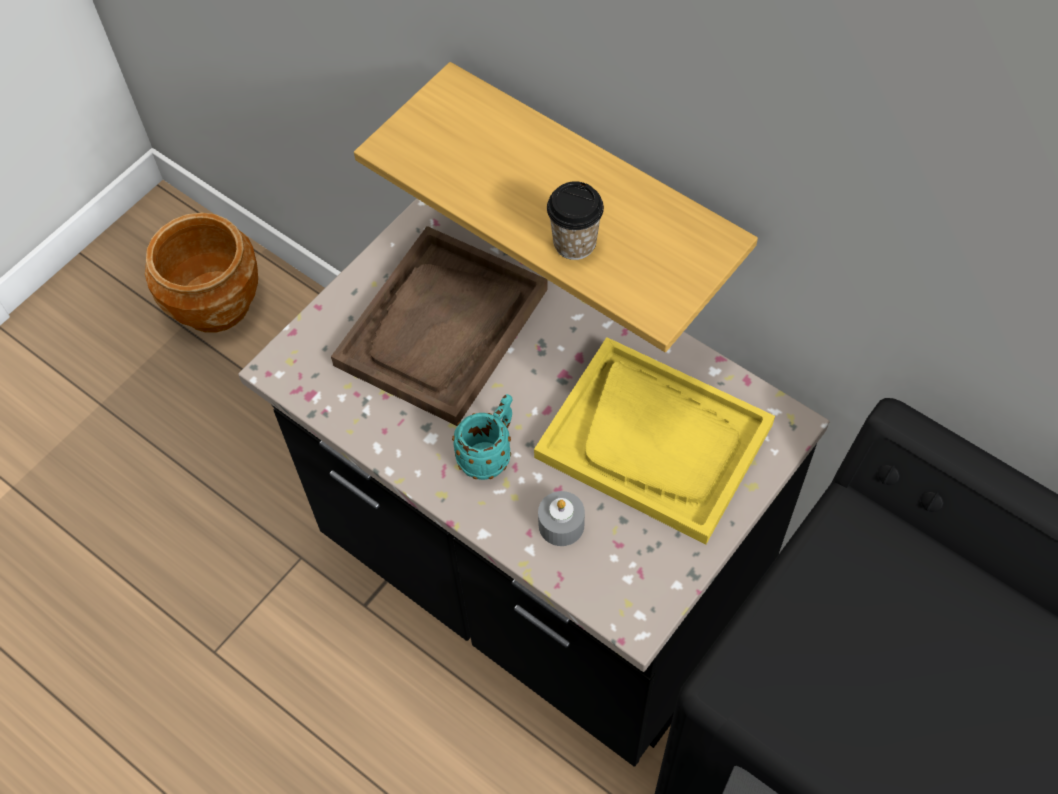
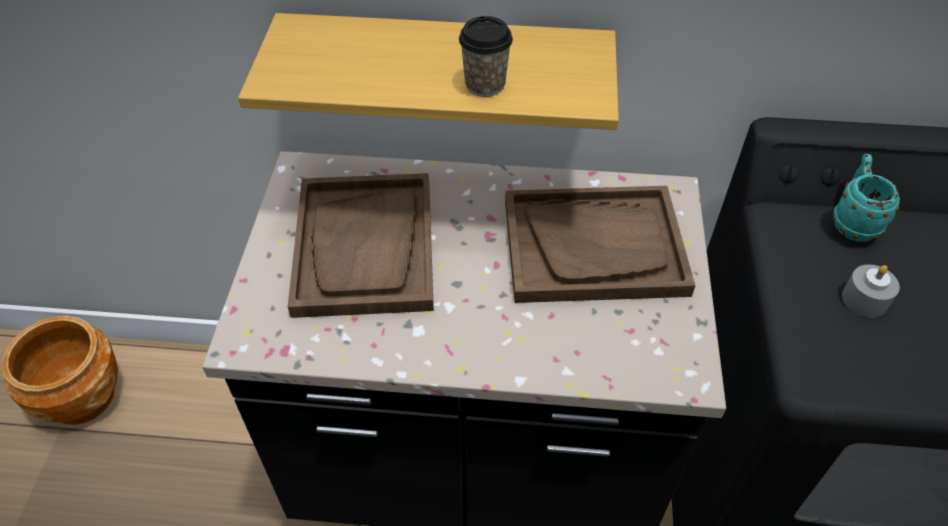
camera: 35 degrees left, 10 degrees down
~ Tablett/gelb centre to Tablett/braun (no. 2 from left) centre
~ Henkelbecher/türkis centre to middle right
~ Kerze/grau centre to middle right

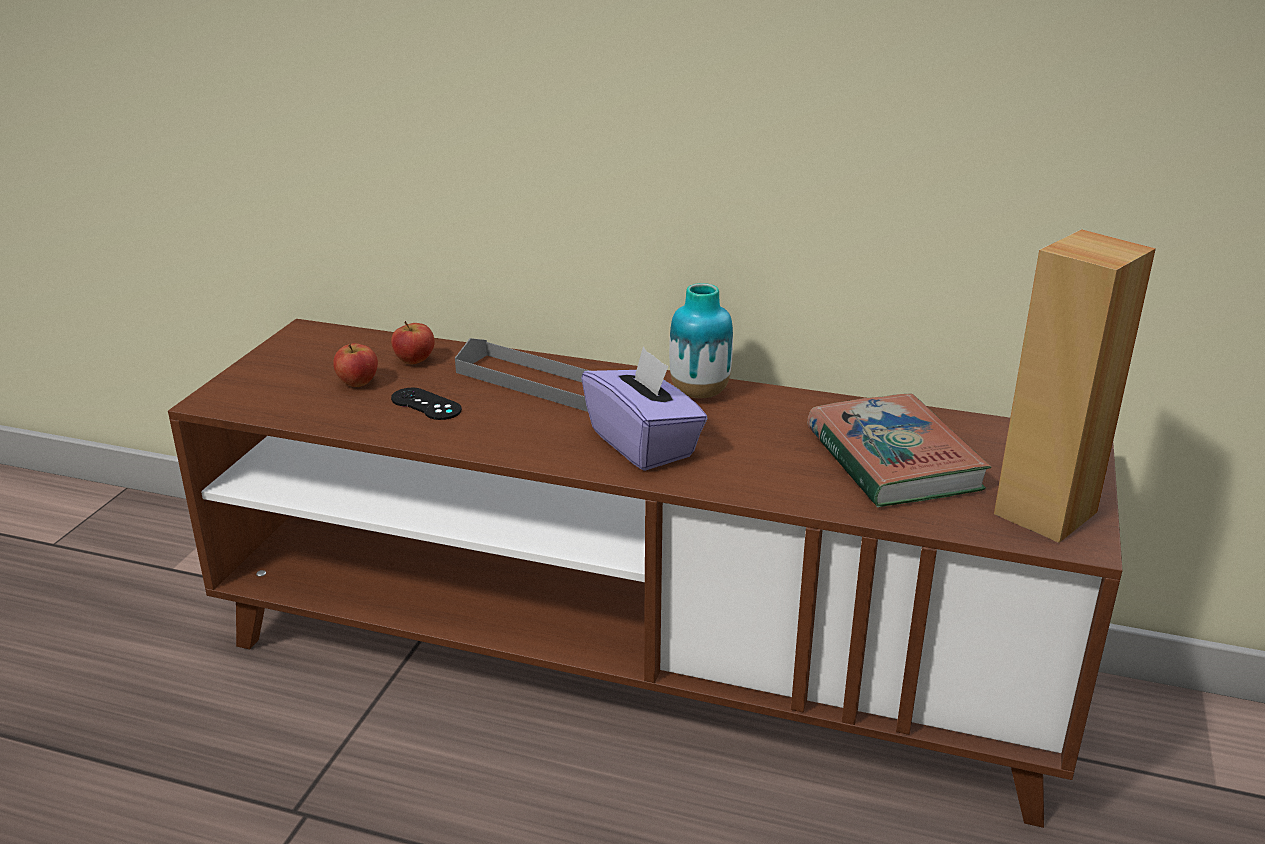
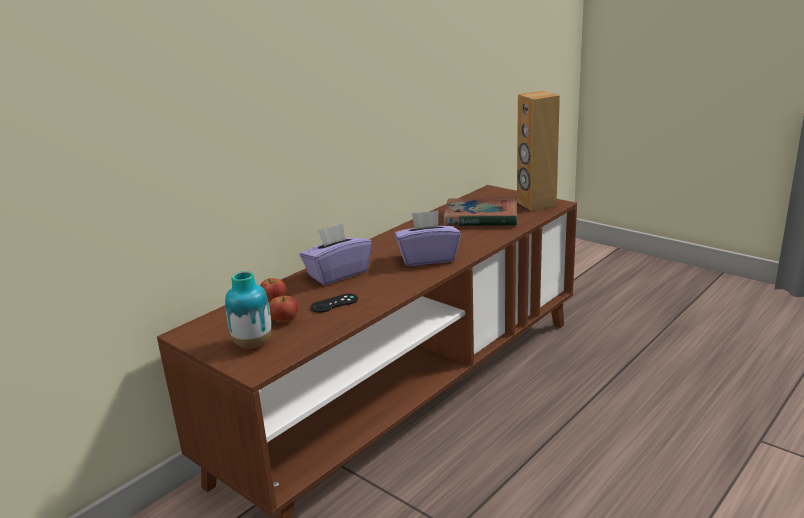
camera: 65 degrees left, 5 degrees down
~ Vase centre to middle left
~ Tablett/grau centre to Taschentuchbox/lila (no. 1 from left) centre

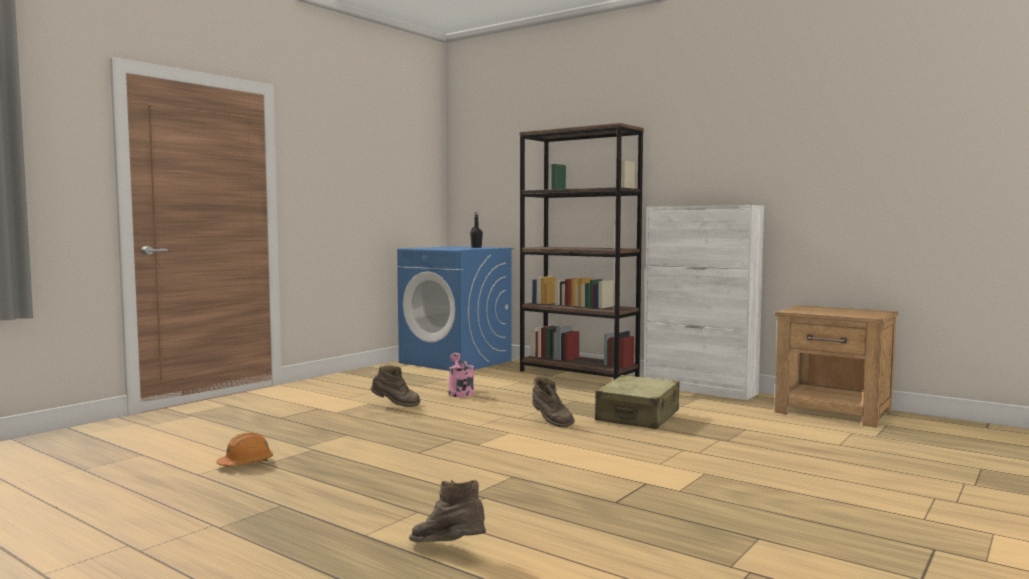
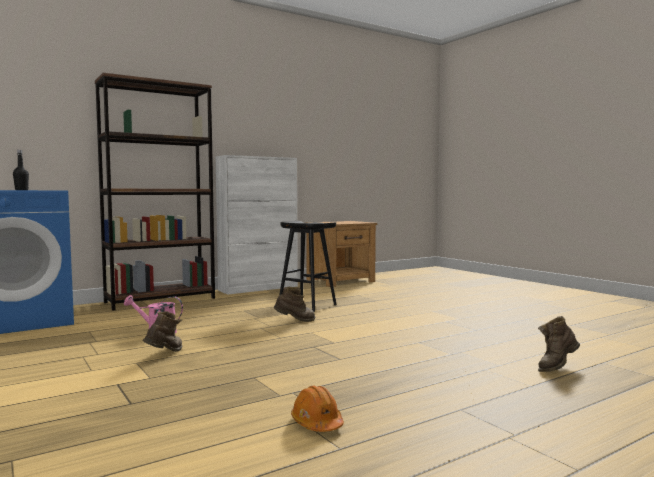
camera: 70 degrees left, 0 degrees up
~ Koffer/beige bottom centre to Hocker/schwarz centre

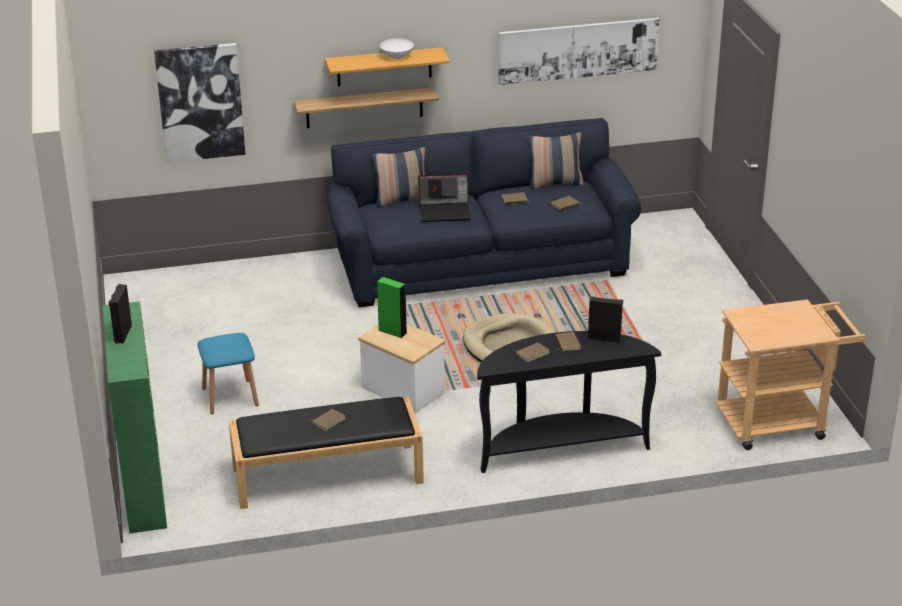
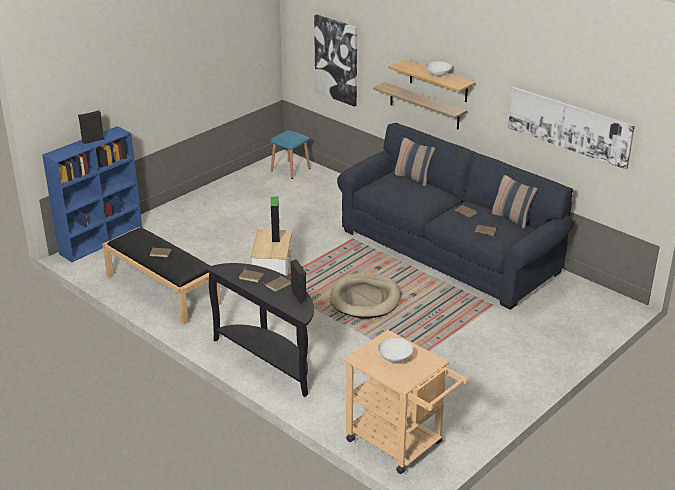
camera: 55 degrees right, 0 degrees up
~ Bücherregal/grün bottom left to Bücherregal/blau middle left
~ Hocker/blau middle left to top centre
+ Schüssel/weiß (no. 1 from left) bottom centre
- Laptop top centre

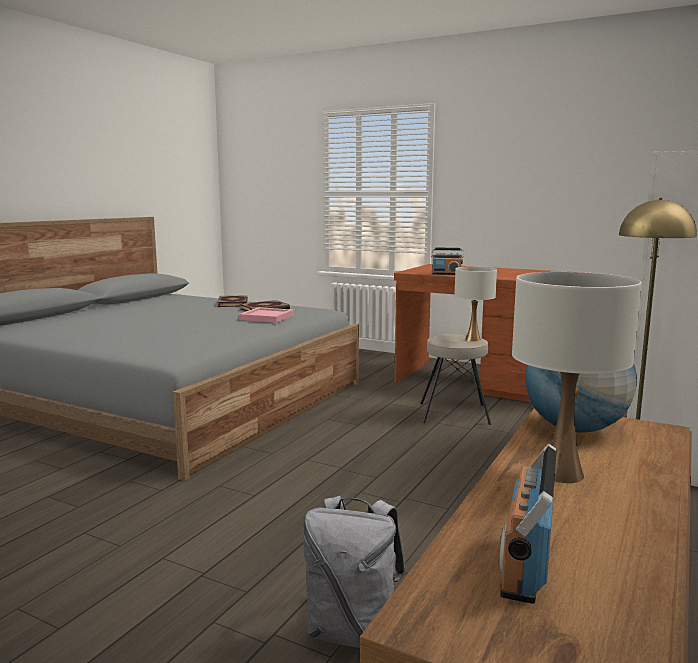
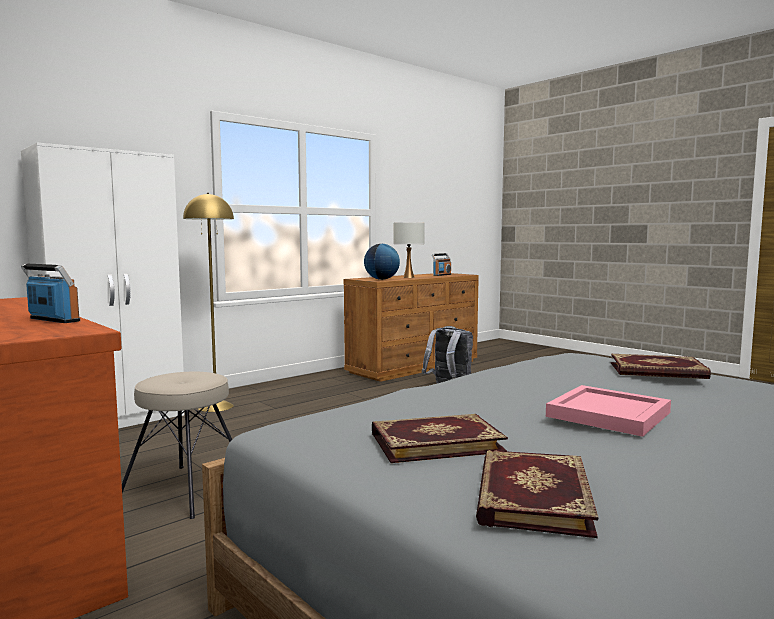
camera: 160 degrees left, 5 degrees down
~ Tablett/rosa centre to middle right
+ Buch (no. 3 from left) middle right
- Tischlampe/weiß (no. 1 from left) middle right

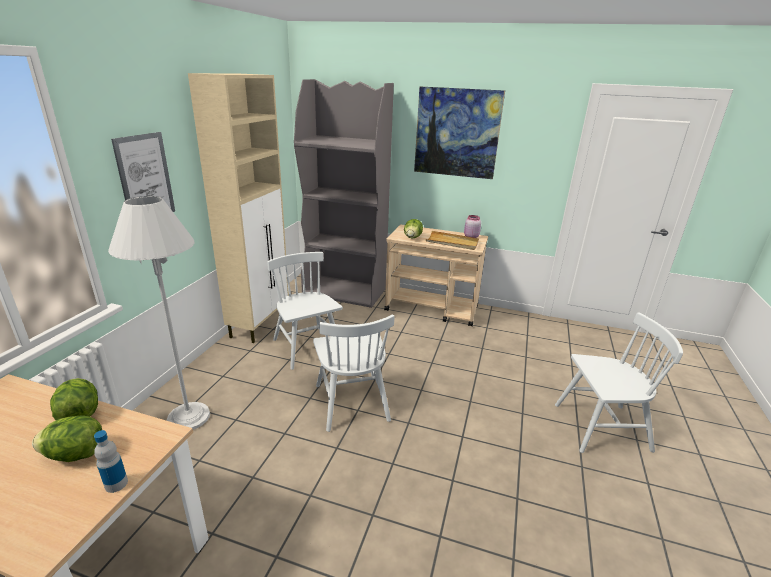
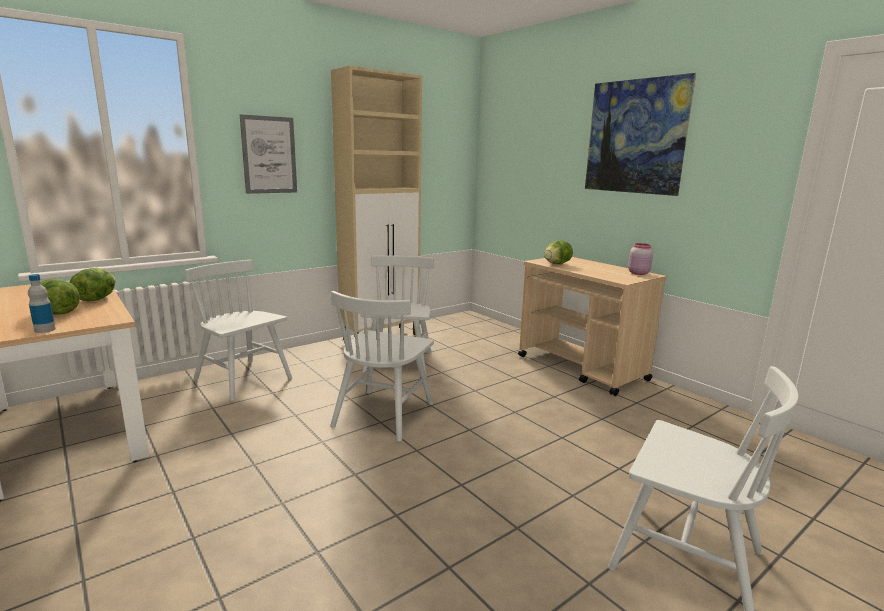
camera: 35 degrees right, 10 degrees down
~ Stehlampe/weiß middle left to Stuhl/weiß (no. 1 from left) middle left
- Bücherregal/grau centre
- Tablett/beige centre

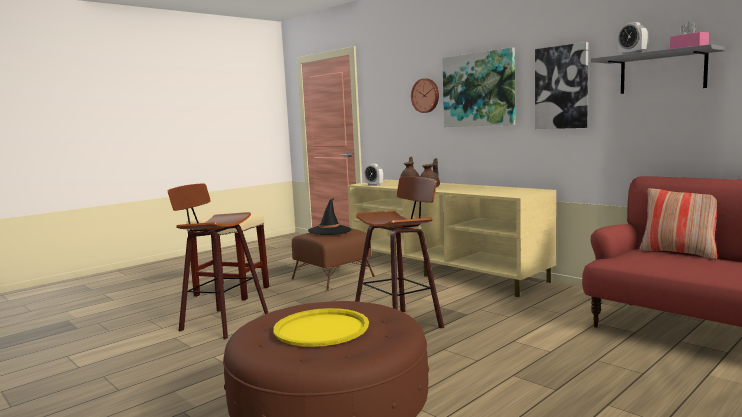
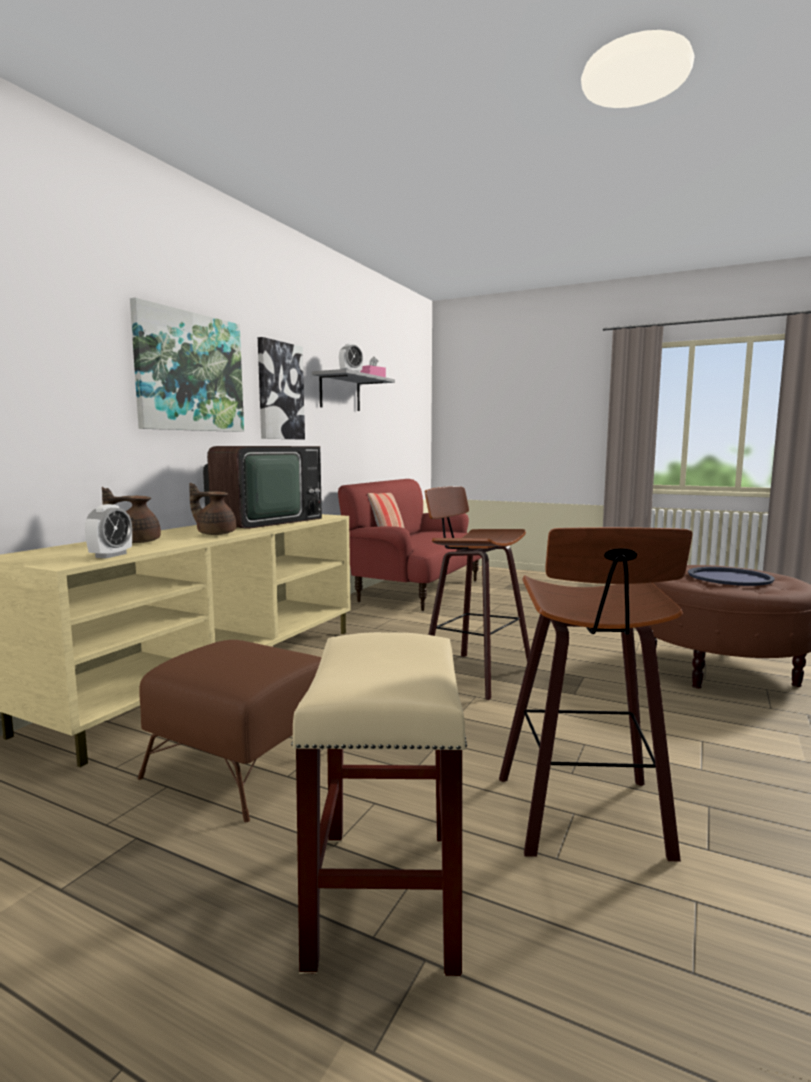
camera: 110 degrees left, 0 degrees up
+ Fernseher middle left
~ Tablett/gelb bottom centre to Tablett/blau middle right
- Hut/schwarz centre
- Wanduhr top centre

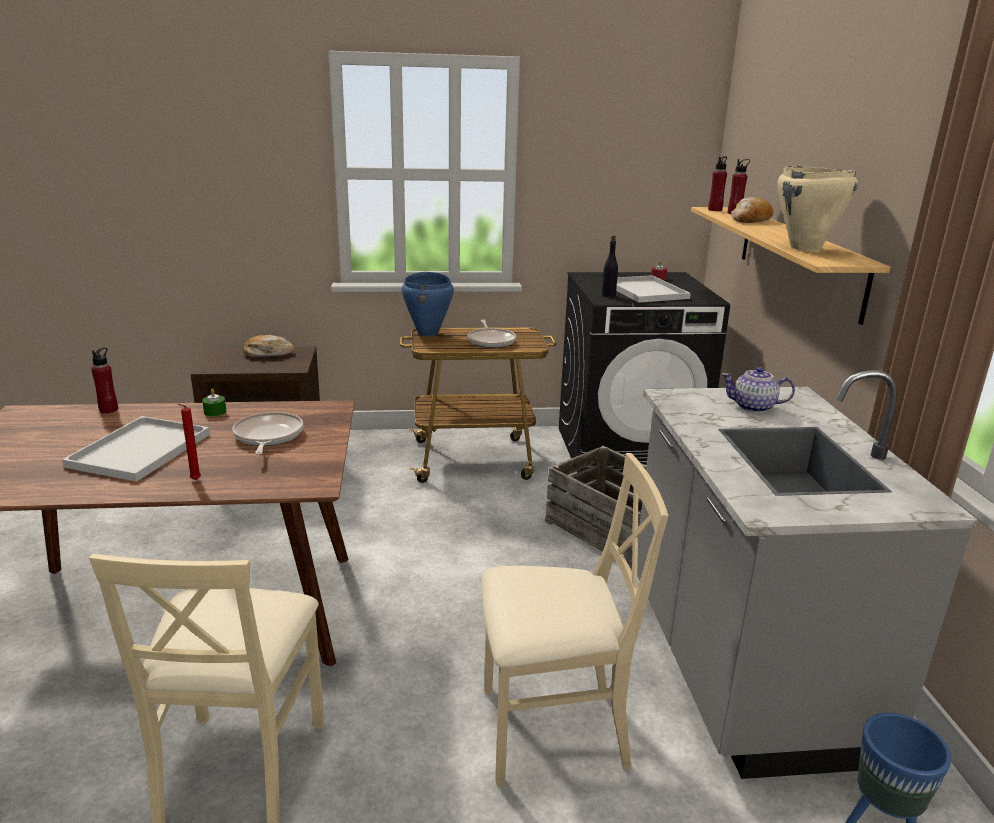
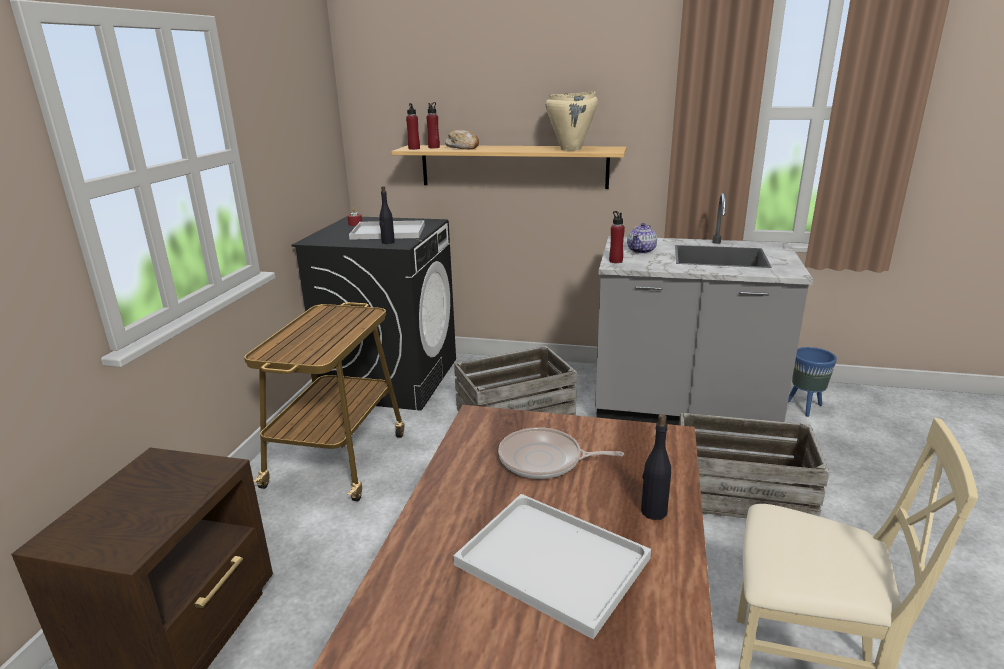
camera: 70 degrees left, 0 degrees up
~ Flasche/rot (no. 1 from left in the first image) middle left to Flasche/rot (no. 3 from left) centre
~ Kerze/rot (no. 1 from left) middle left to Flasche/schwarz (no. 2 from left) bottom centre
~ Stuhl/beige (no. 2 from left) bottom centre to Kiste (no. 2 from left) bottom right
- Kerze/grün middle left
- Brot (no. 1 from left) middle left
- Kochtopf/blau centre
- Pfanne (no. 2 from left) centre

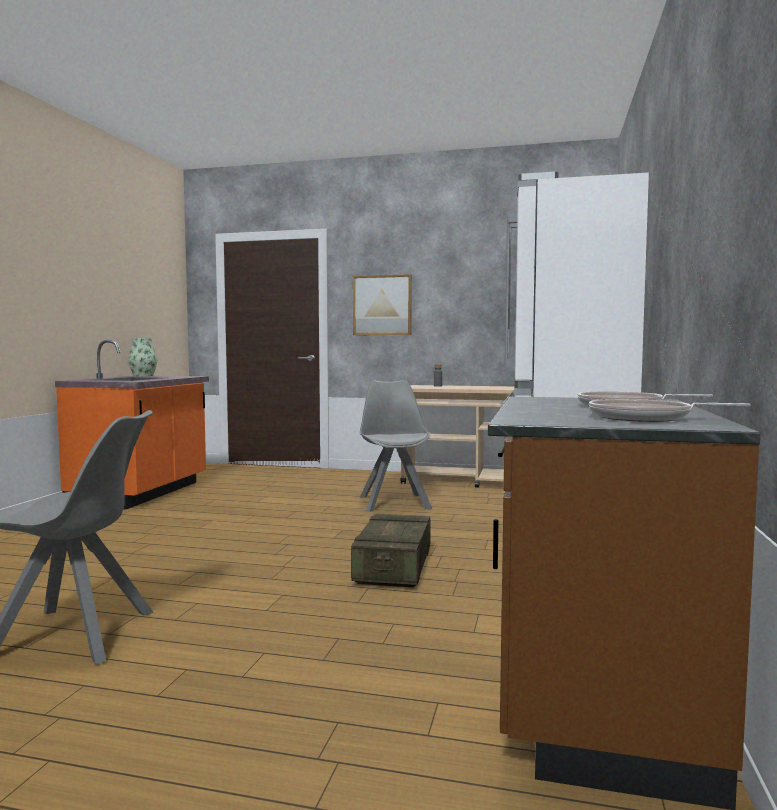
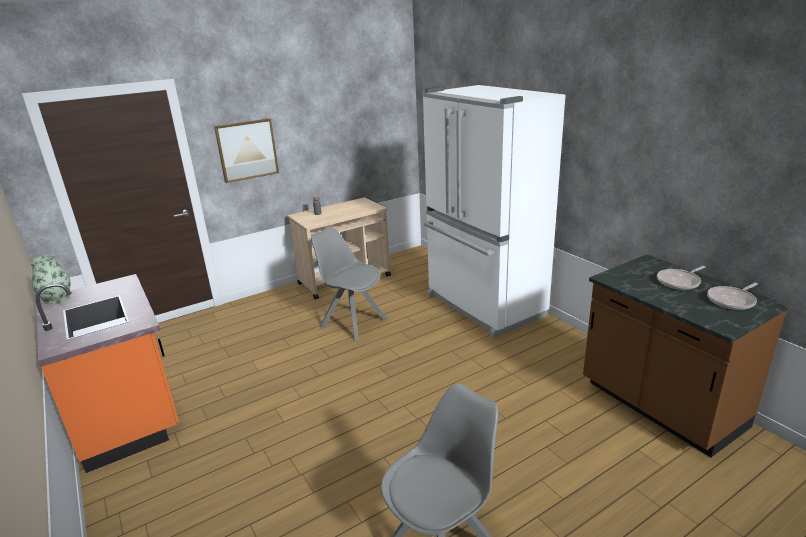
camera: 45 degrees left, 20 degrees up
- Kiste bottom centre

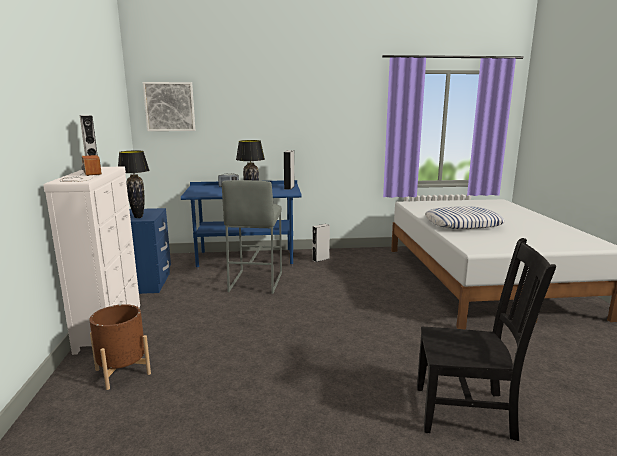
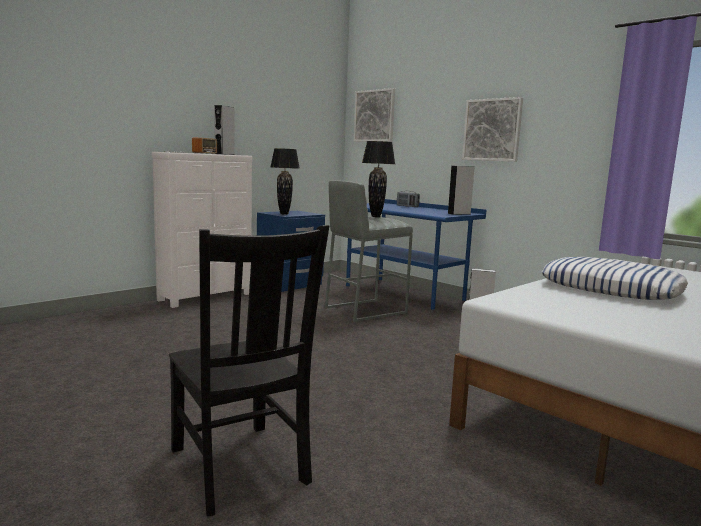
camera: 50 degrees right, 5 degrees down
+ Bild (no. 2 from left) top right
- Pflanzkübel/braun bottom left

